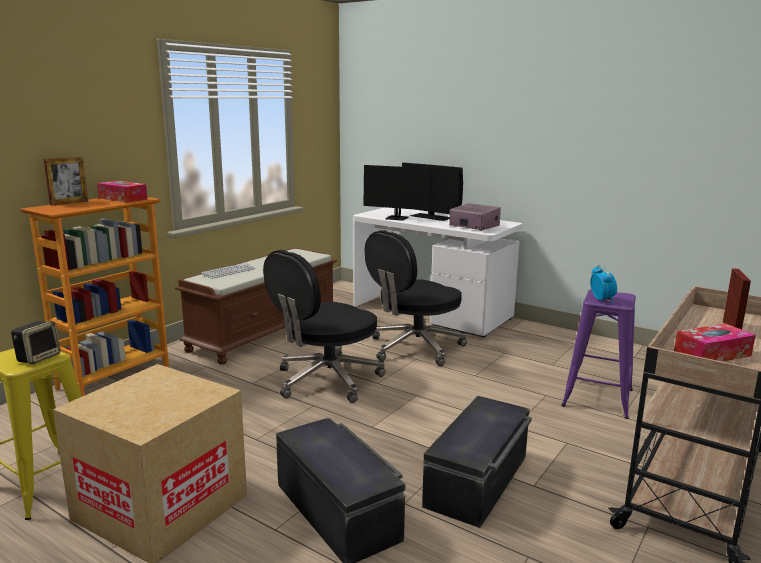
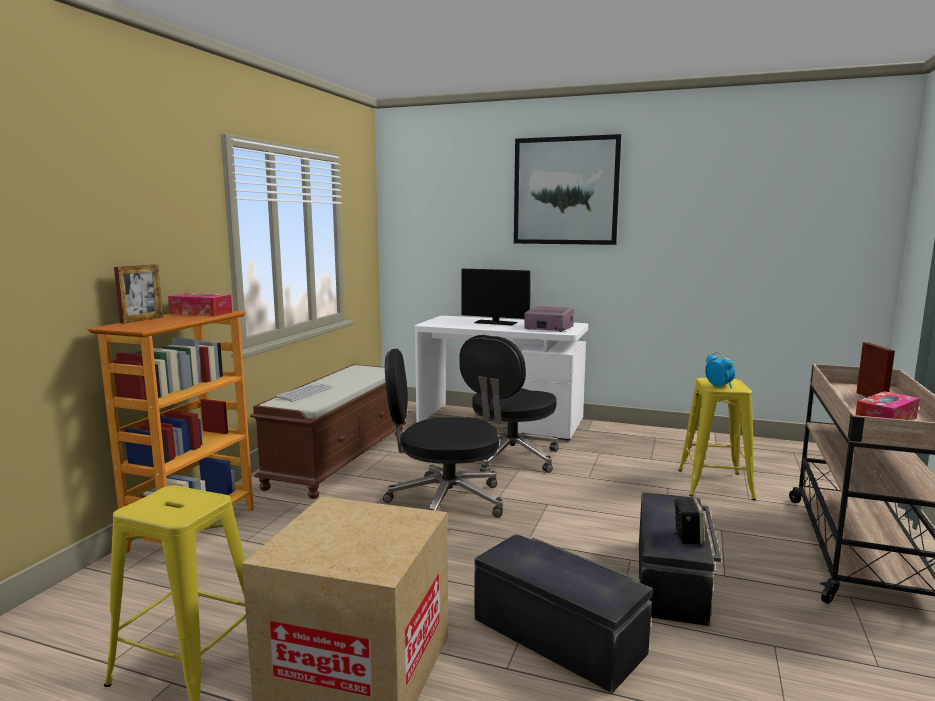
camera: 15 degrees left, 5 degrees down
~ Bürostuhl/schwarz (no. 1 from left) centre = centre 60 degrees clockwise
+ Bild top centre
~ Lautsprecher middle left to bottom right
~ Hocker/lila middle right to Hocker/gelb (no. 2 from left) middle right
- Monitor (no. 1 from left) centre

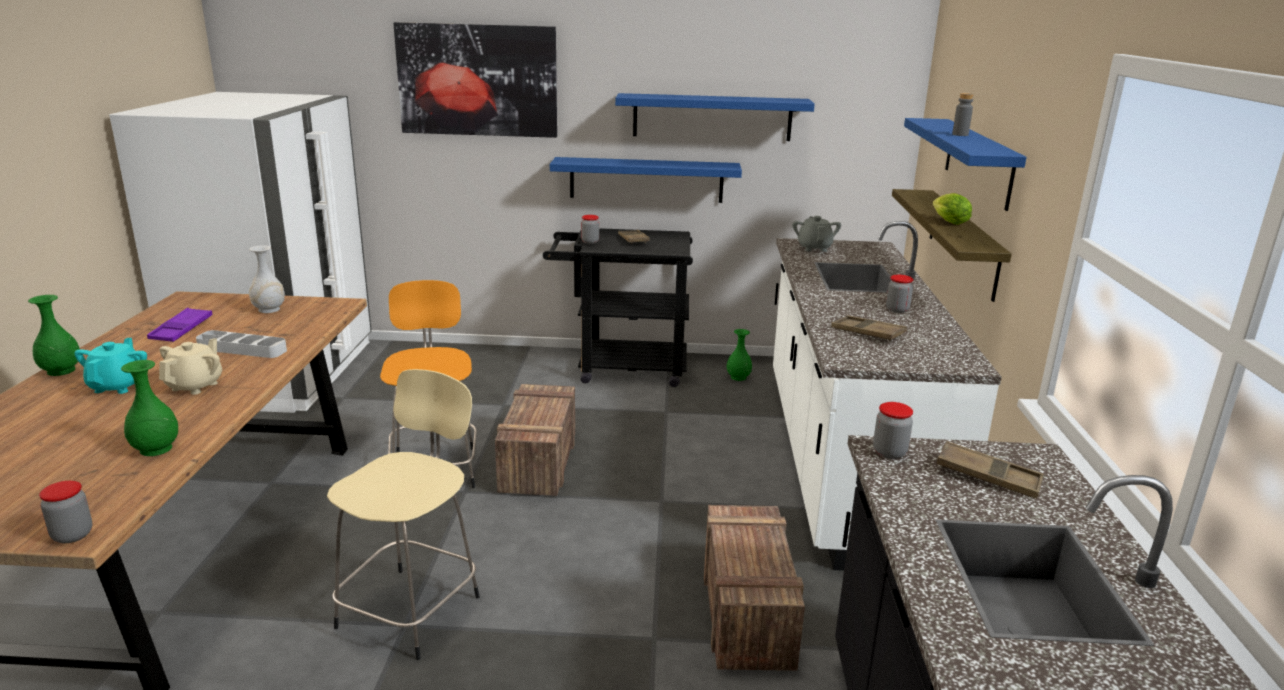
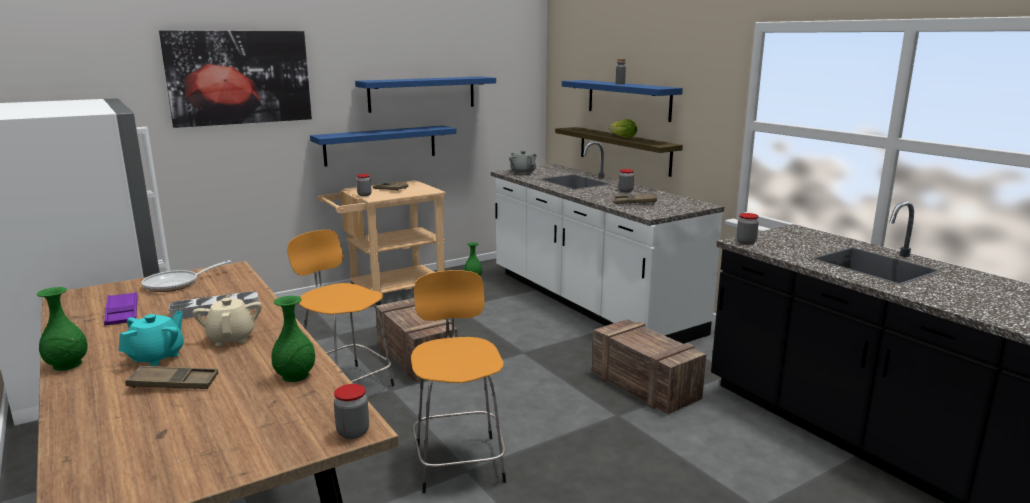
camera: 35 degrees left, 5 degrees down
~ Teekanne/türkis middle left = bottom left 60 degrees clockwise
~ Tablett/braun (no. 3 from left in the first image) bottom right to Tablett/braun (no. 1 from left) bottom left
~ Vase/weiß middle left to Pfanne middle left
~ Rollwagen/schwarz centre to Rollwagen/beige centre
~ Hocker/beige bottom left to Hocker/orange (no. 2 from left) bottom centre

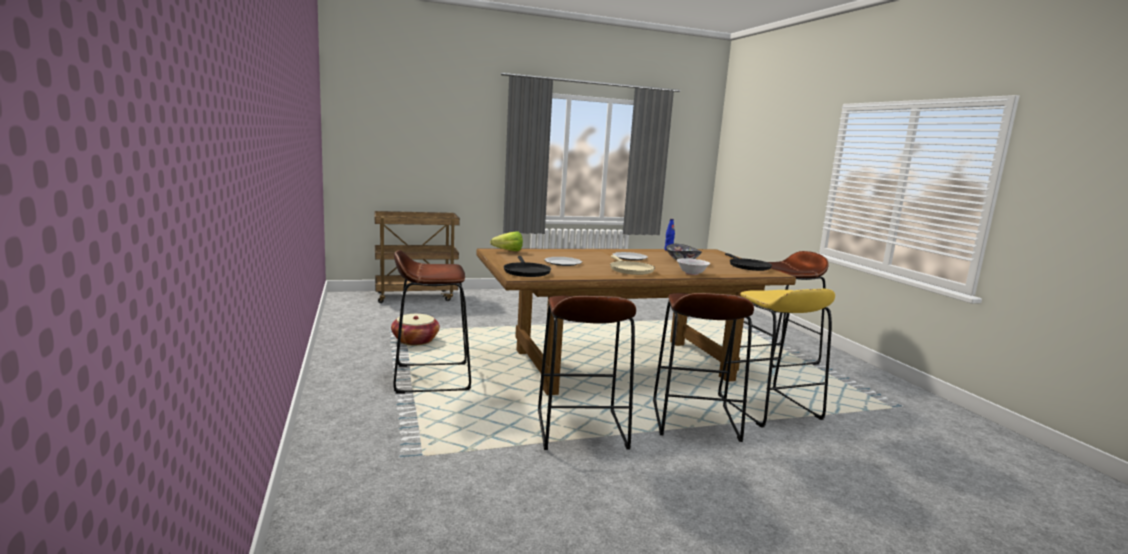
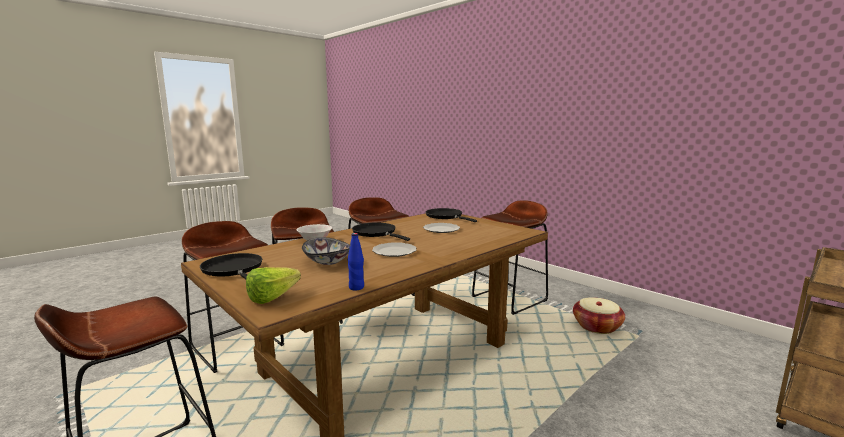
camera: 155 degrees right, 0 degrees up
~ Hocker/gelb middle right to Hocker/braun (no. 2 from left) bottom left
~ Salatkopf centre to middle left
~ Pfanne/beige centre to Pfanne/schwarz (no. 2 from left) centre

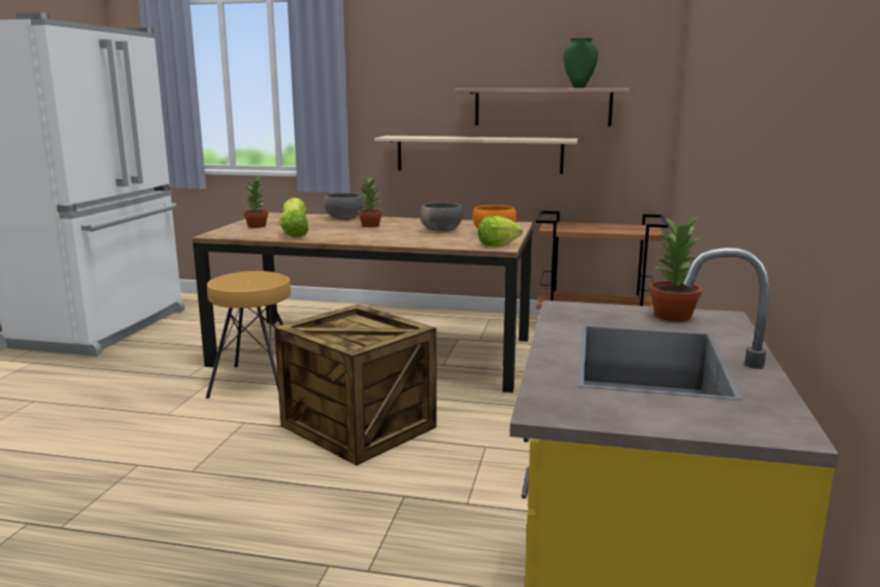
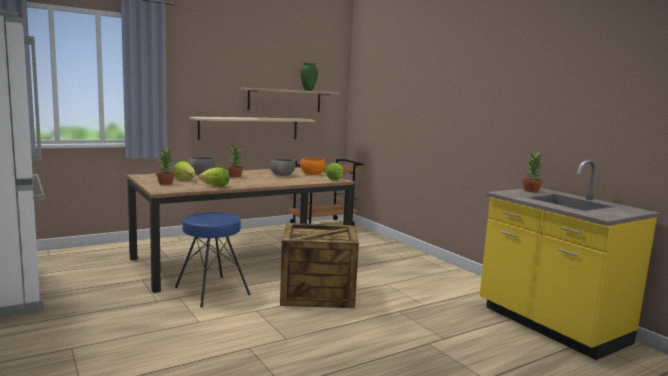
camera: 45 degrees left, 5 degrees down
~ Hocker/braun middle left to Hocker/blau bottom left

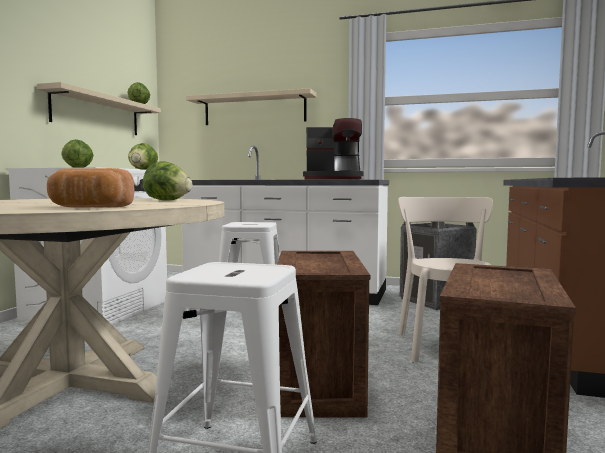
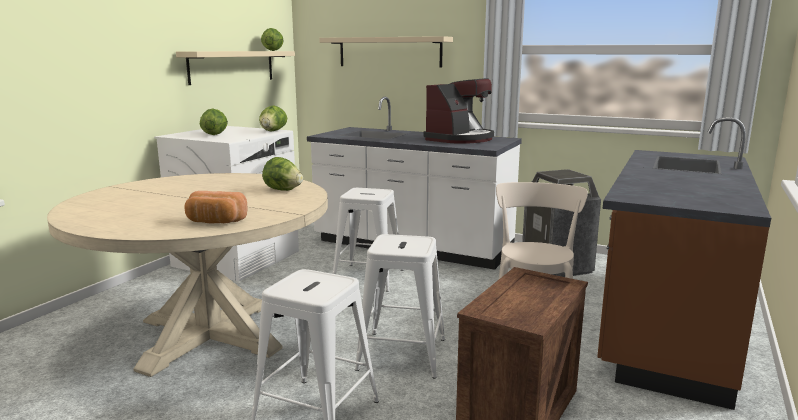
camera: 10 degrees right, 10 degrees up
~ Kiste (no. 1 from left) bottom centre to Hocker/weiß (no. 3 from left) bottom centre
~ Kaffeemaschine top centre = top centre 60 degrees counterclockwise

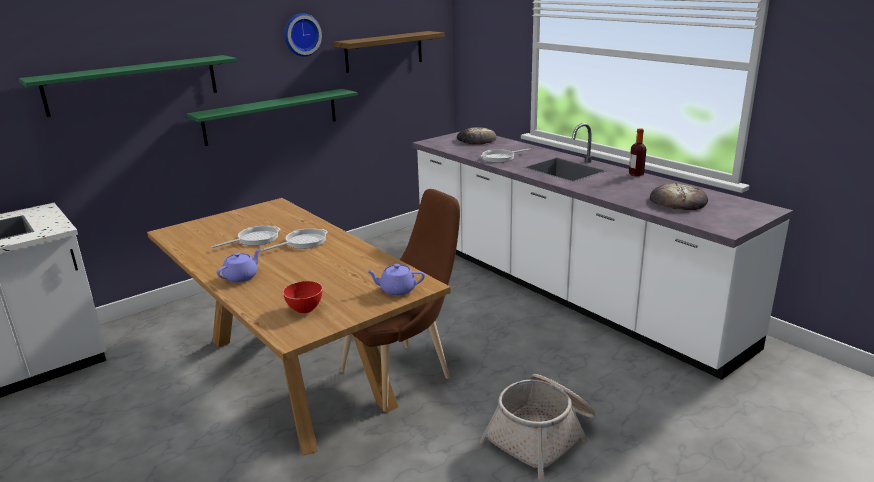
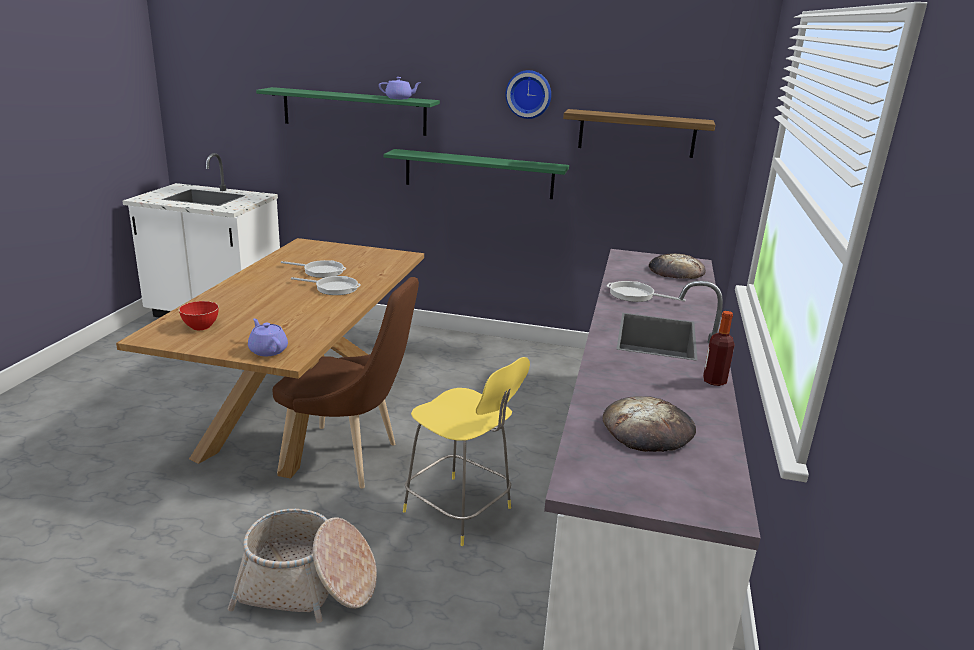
camera: 50 degrees right, 0 degrees up
~ Teekanne/lila (no. 1 from left in the first image) middle left to Teekanne/lila (no. 2 from left) top centre
+ Hocker/gelb bottom centre

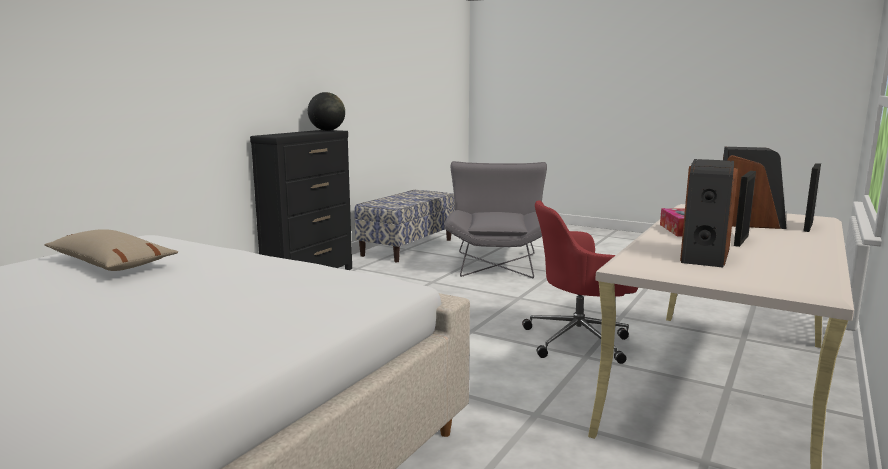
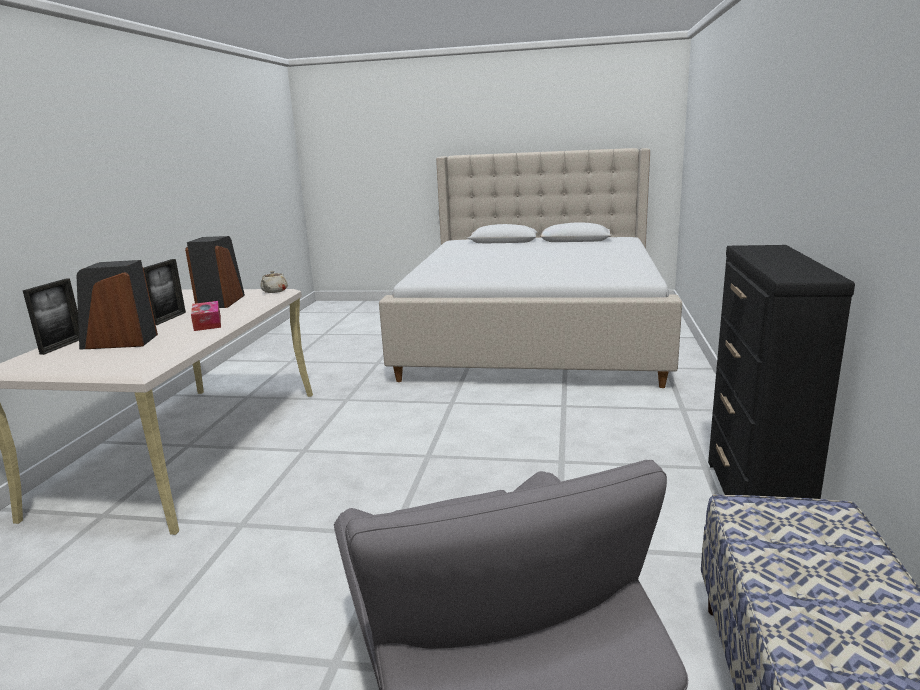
camera: 160 degrees right, 5 degrees up
+ Teekanne/beige middle left
- Kissen/beige middle left
- Globus top centre
- Bürostuhl/rot centre

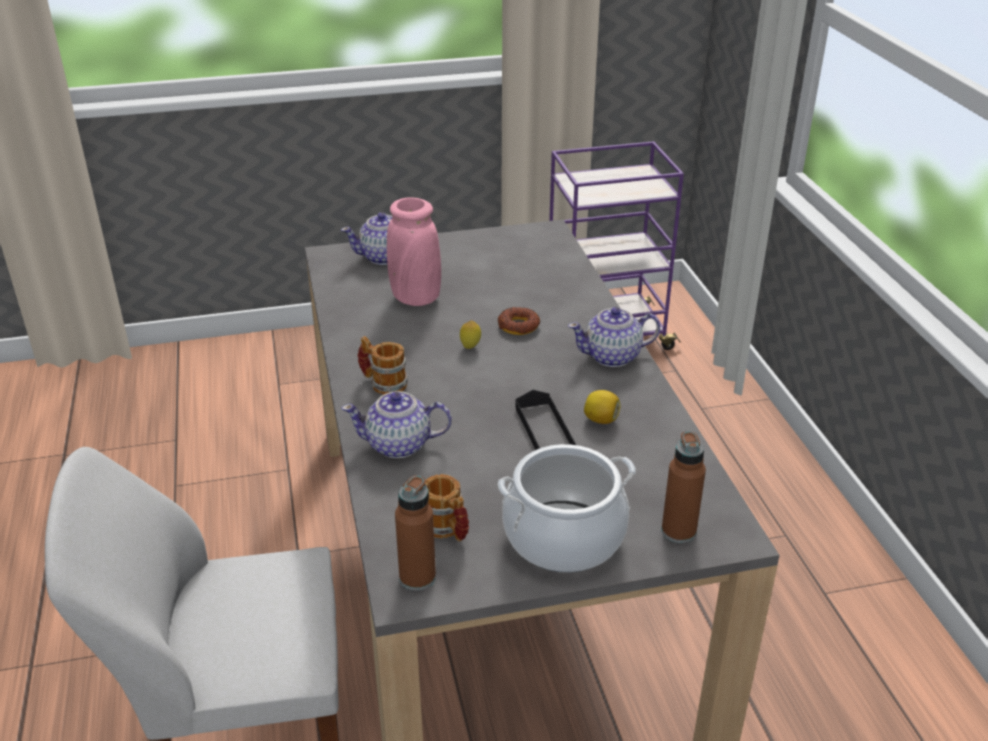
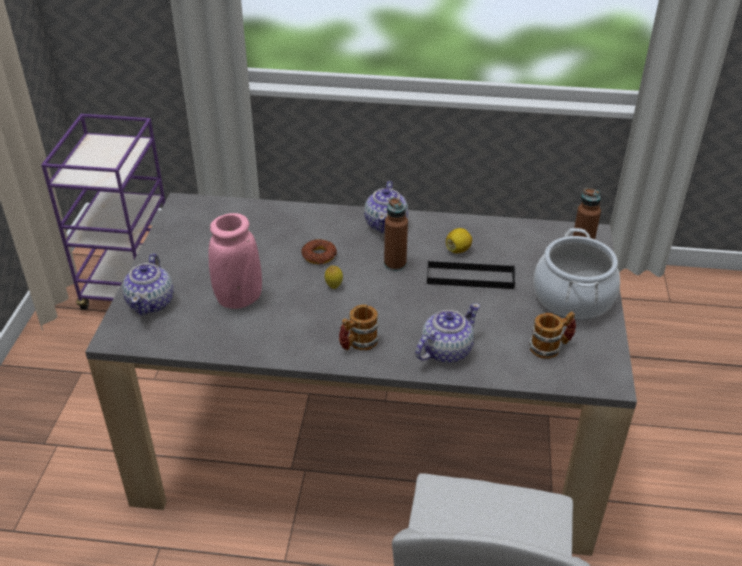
camera: 70 degrees left, 5 degrees up
~ Flasche/braun (no. 1 from left) bottom centre to centre
~ Teekanne (no. 2 from left in the first image) centre = centre 150 degrees counterclockwise

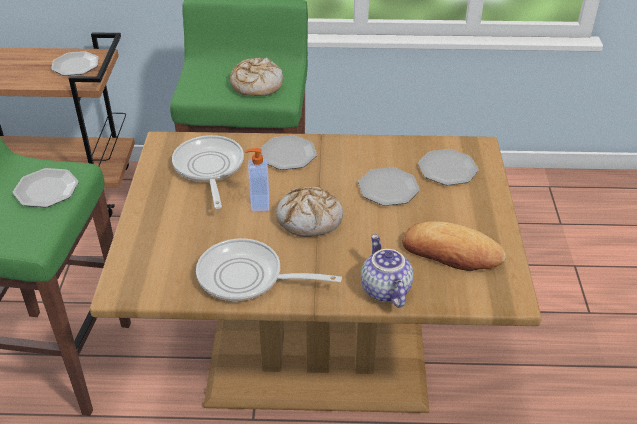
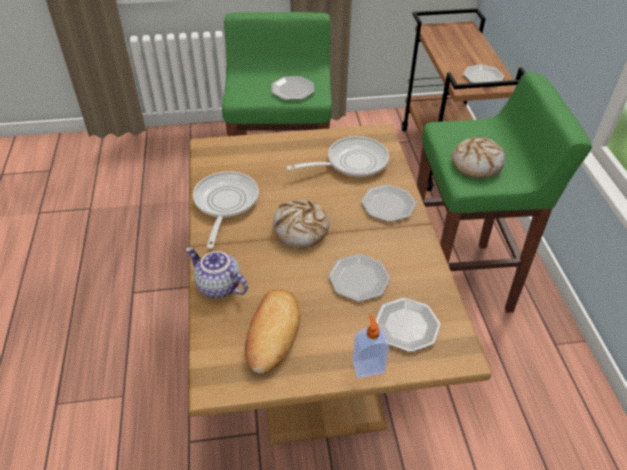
camera: 80 degrees right, 5 degrees up
~ Teekanne centre = centre 120 degrees counterclockwise
~ Seifenspender centre to bottom centre

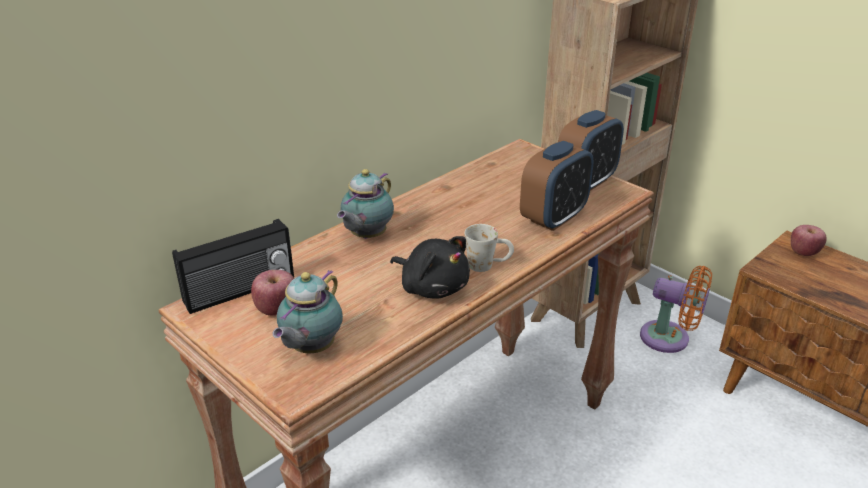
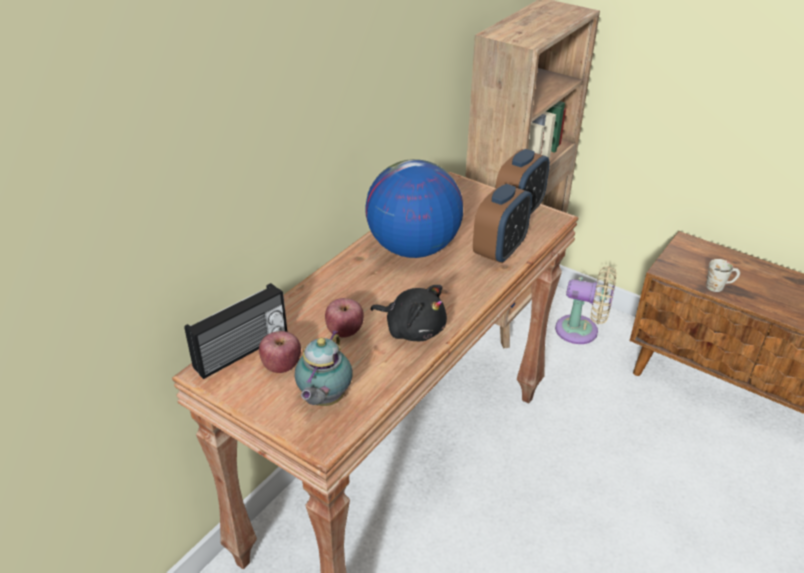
camera: 10 degrees left, 5 degrees up
~ Apfel (no. 2 from left) middle right to centre
+ Globus centre
~ Ventilator/orange middle right to Ventilator/beige middle right
~ Henkelbecher/weiß centre to middle right
- Teekanne (no. 2 from left) centre

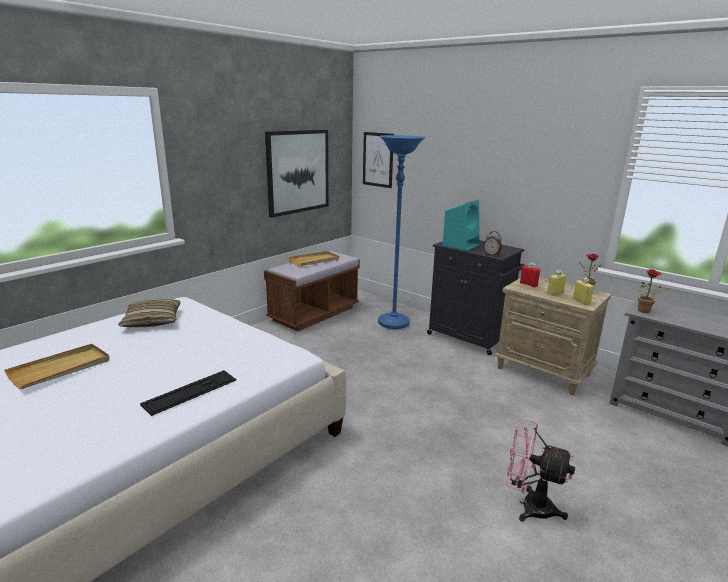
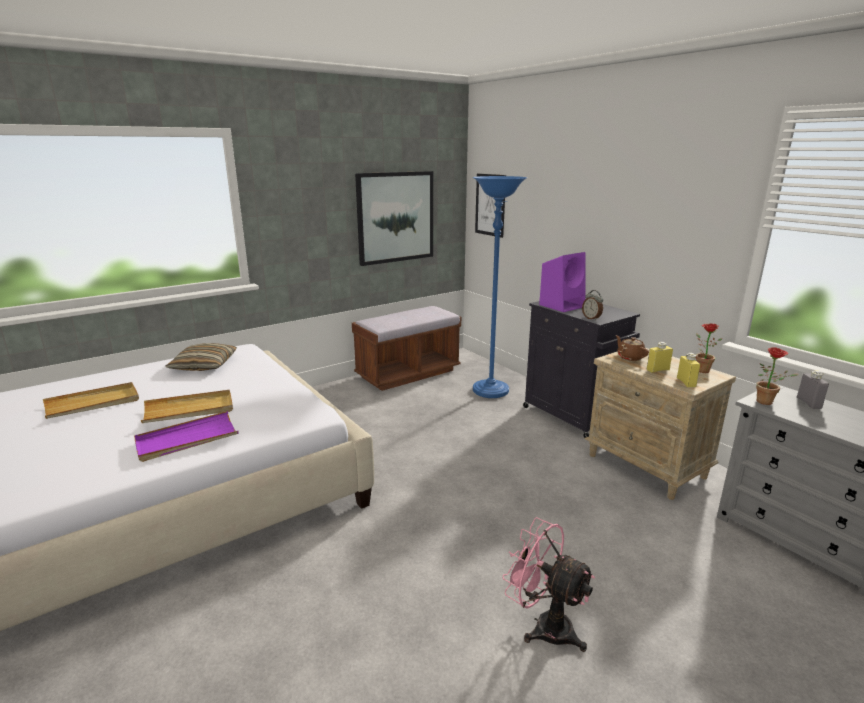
camera: 15 degrees right, 0 degrees up
~ Tastatur bottom left to Tablett/lila middle left
~ Tablett/beige (no. 2 from left) centre to middle left
~ Lautsprecher/türkis centre to Lautsprecher/lila centre
~ Flasche/rot middle right to Teekanne/braun middle right
+ Flasche/grau middle right

